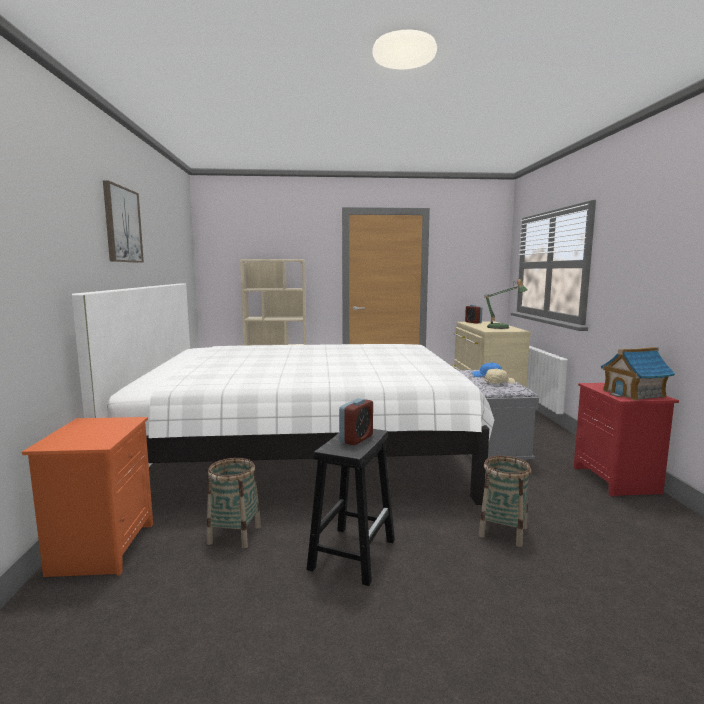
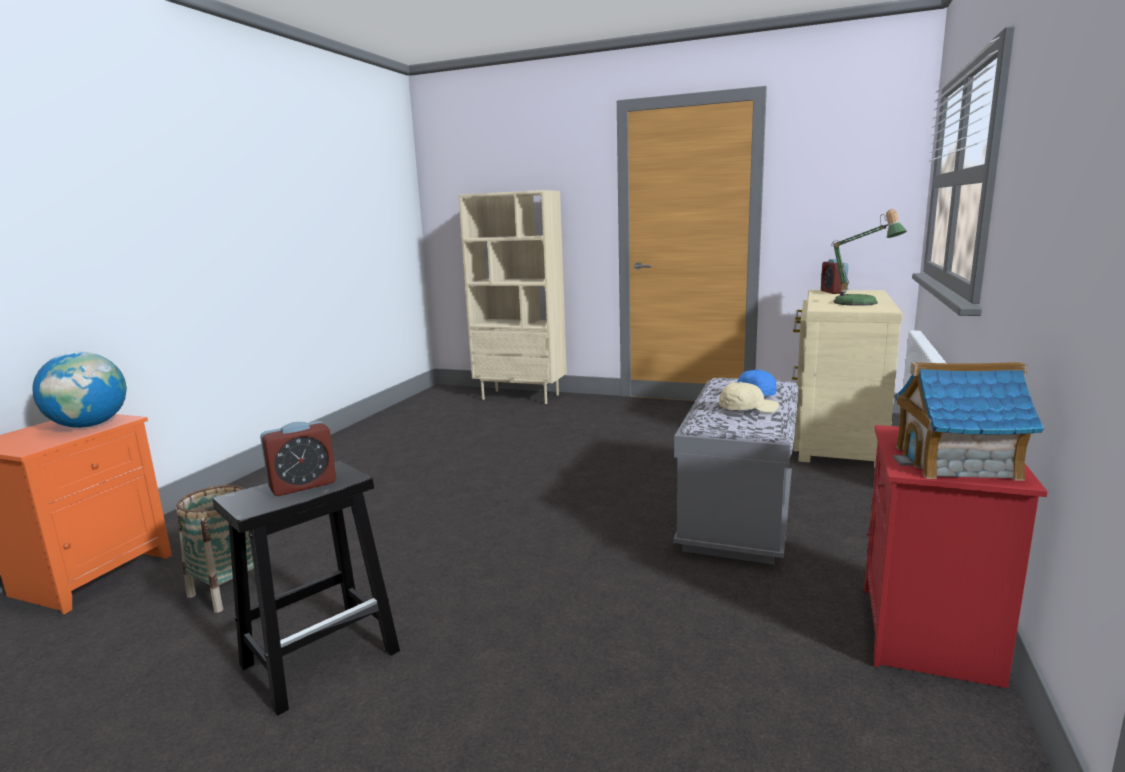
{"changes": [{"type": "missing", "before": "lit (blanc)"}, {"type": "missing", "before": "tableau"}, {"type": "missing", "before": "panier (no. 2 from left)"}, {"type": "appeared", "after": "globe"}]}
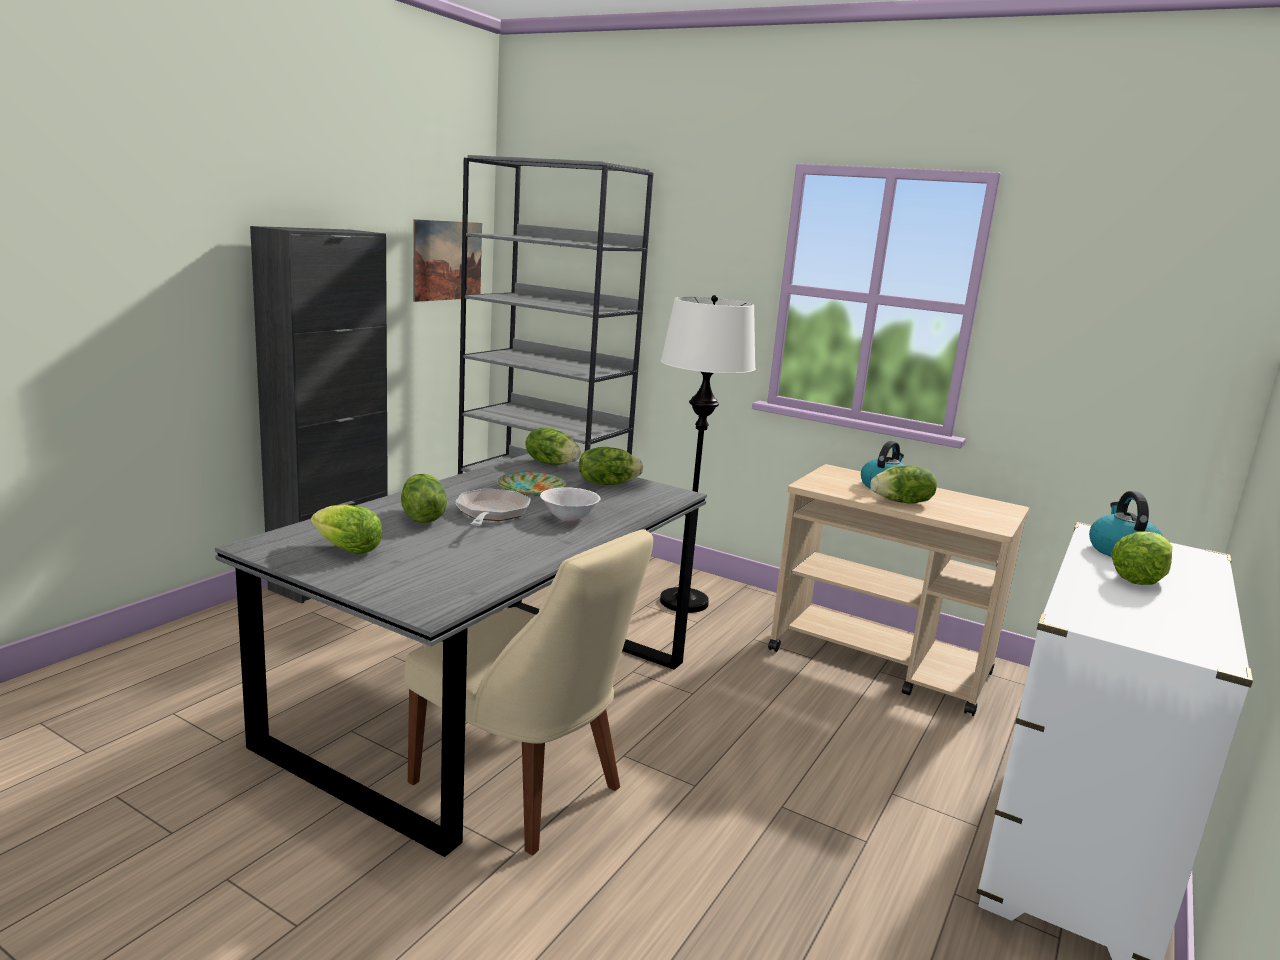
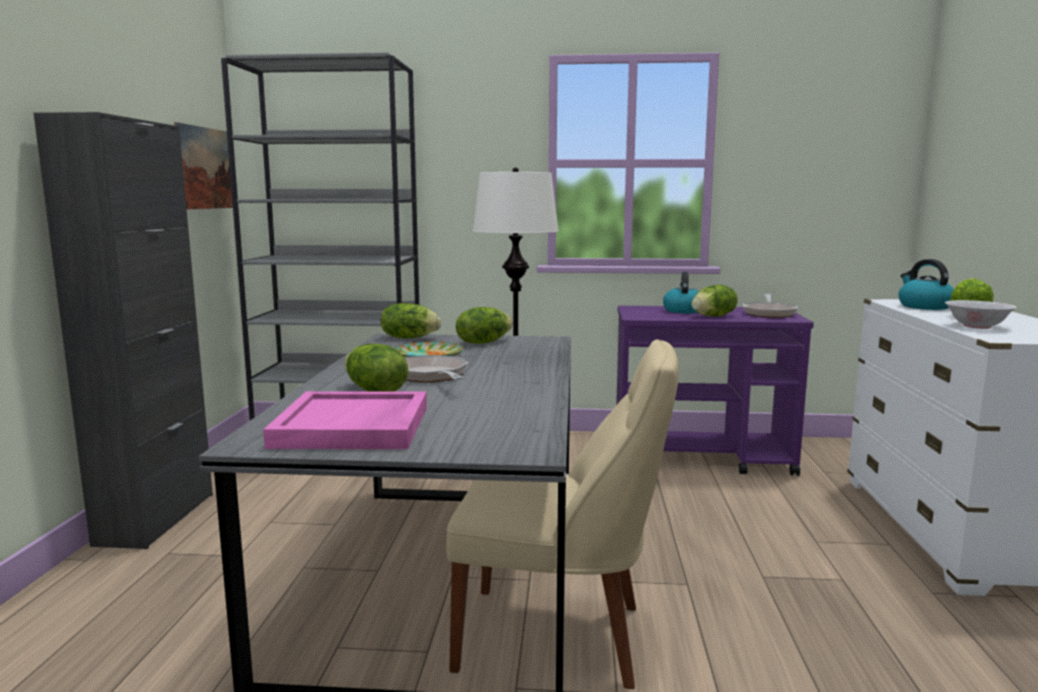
{"changes": [{"type": "appeared", "after": "poêle (no. 2 from left)"}, {"type": "relocated", "before": "bol (blanc)"}, {"type": "exchanged", "before": "laitue (no. 1 from left)", "after": "plateau (rose)"}, {"type": "colour", "before": "chariot (beige)", "after": "chariot (violet)"}]}
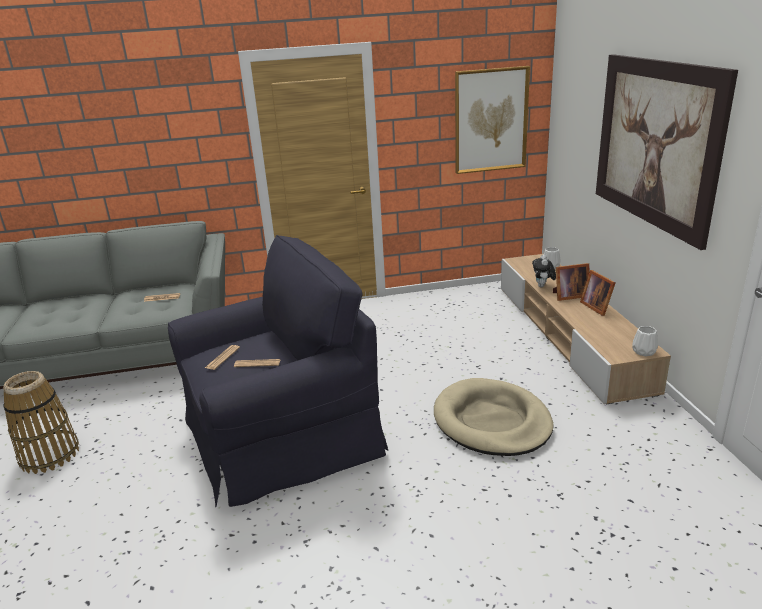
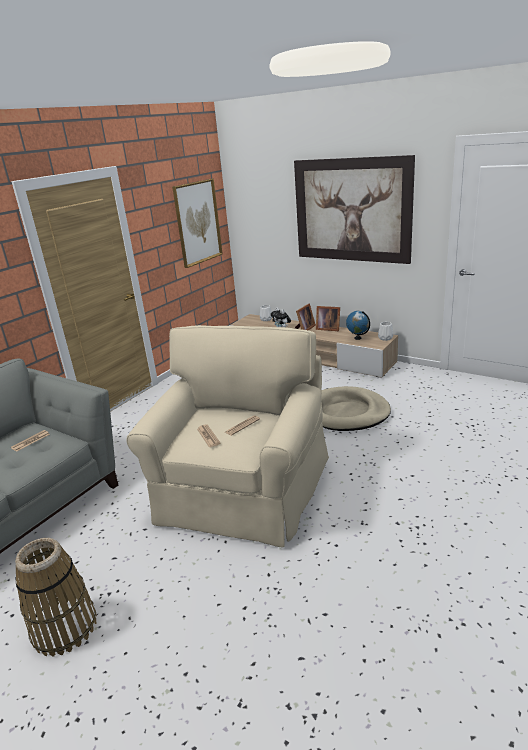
{"changes": [{"type": "appeared", "after": "globe"}, {"type": "colour", "before": "fauteuil (noir)", "after": "fauteuil (beige)"}]}
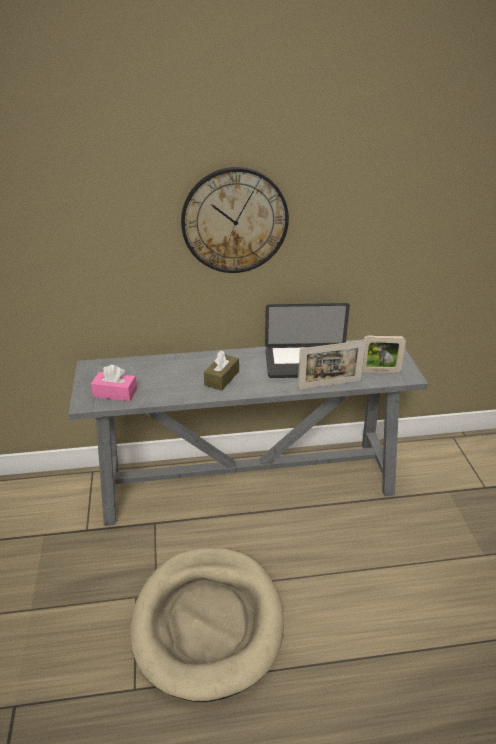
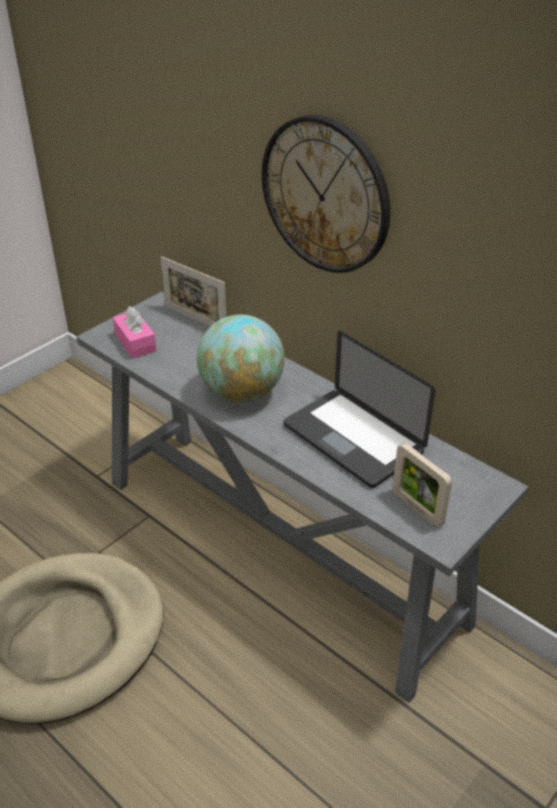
{"changes": [{"type": "relocated", "before": "cadre photo (no. 1 from left)"}, {"type": "exchanged", "before": "boîte à mouchoirs (marron)", "after": "globe"}]}
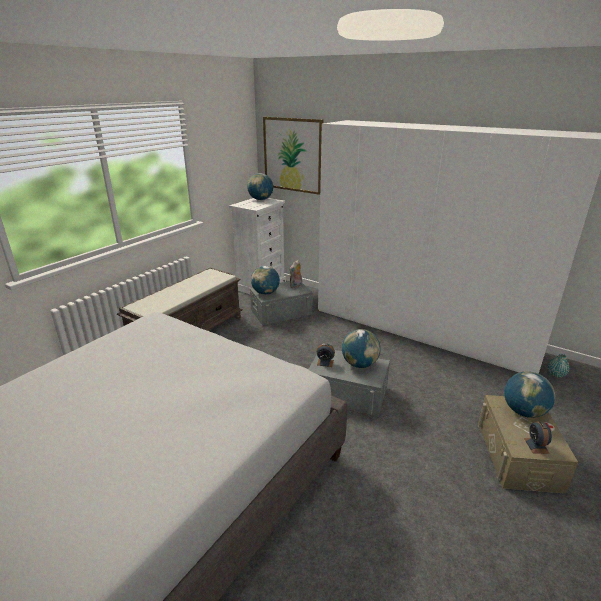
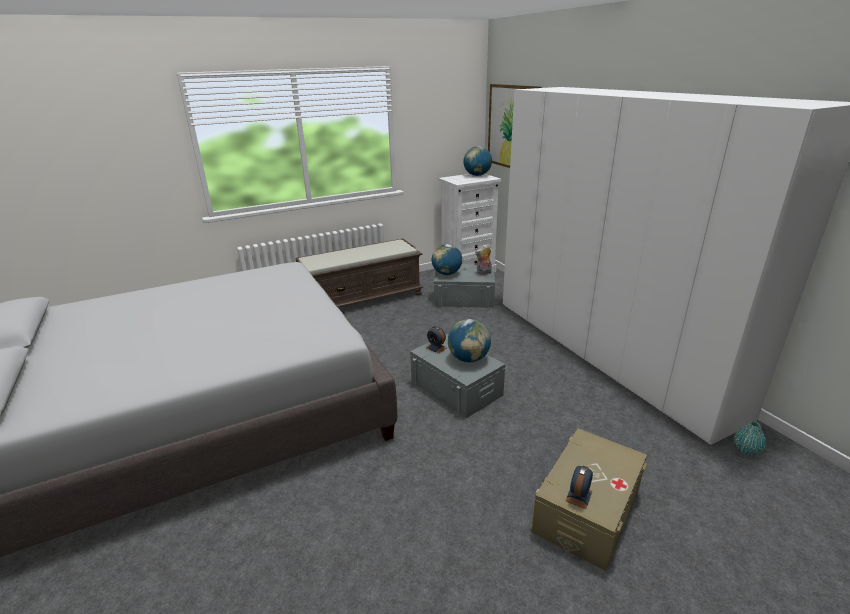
{"changes": [{"type": "missing", "before": "globe (no. 4 from left)"}]}
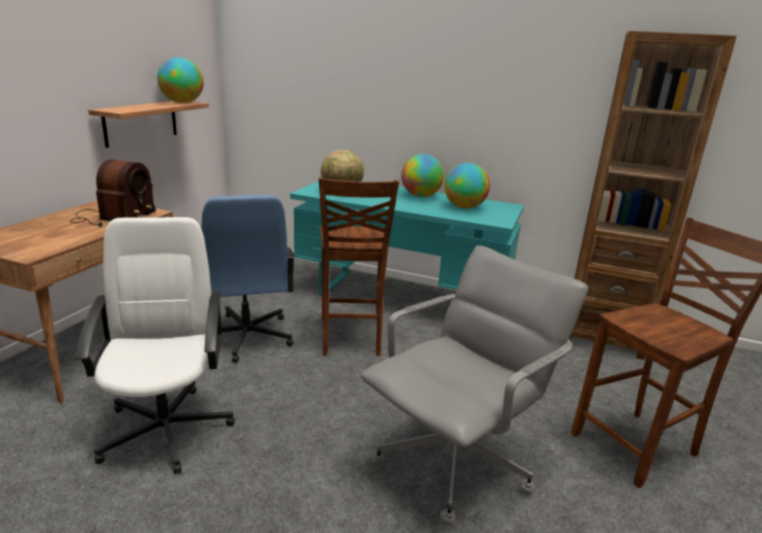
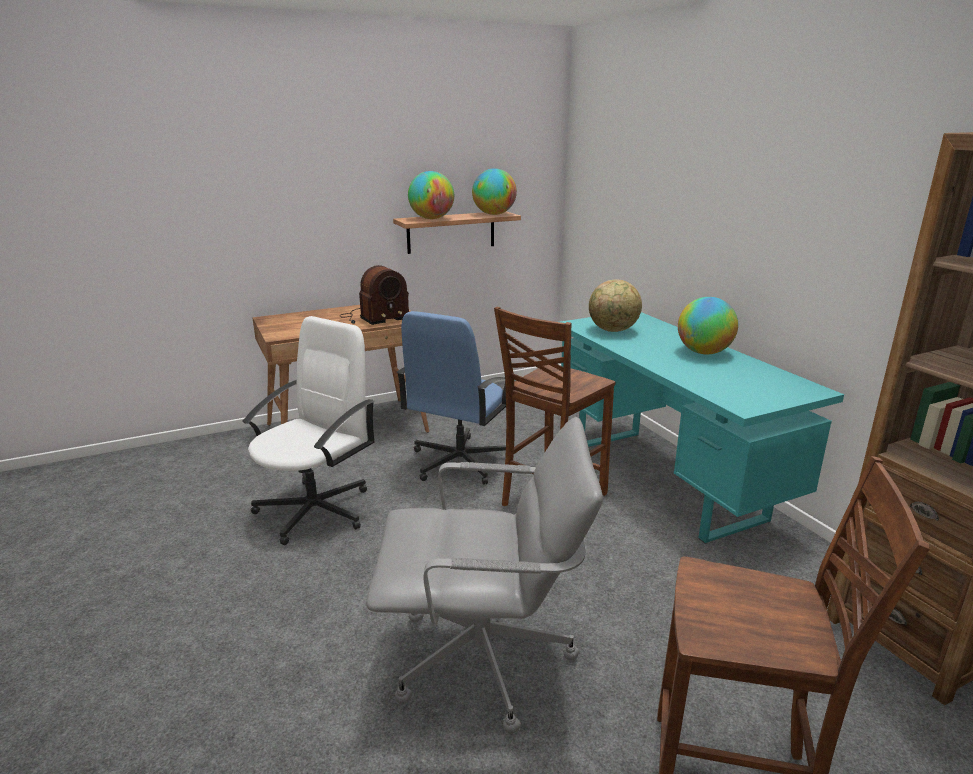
{"changes": [{"type": "relocated", "before": "globe (no. 4 from left in the first image)", "after": "globe (no. 1 from left)"}]}
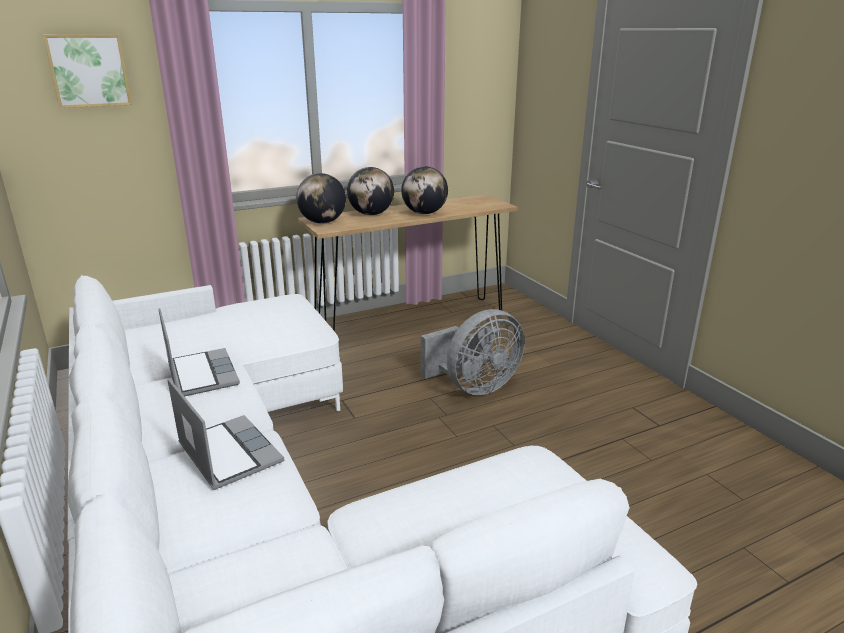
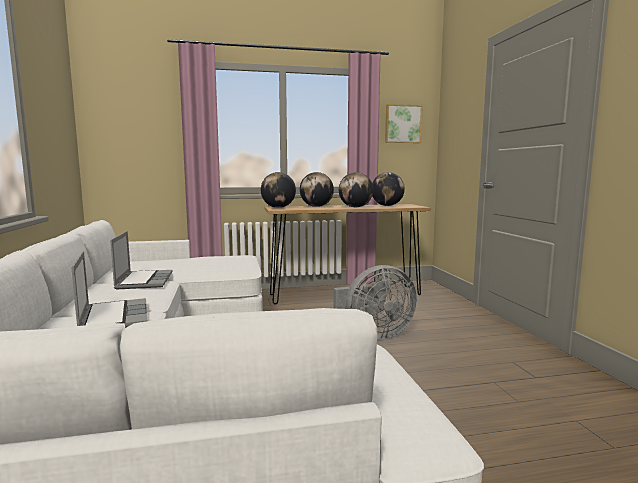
{"changes": [{"type": "appeared", "after": "globe (no. 4 from left)"}, {"type": "relocated", "before": "tableau"}]}
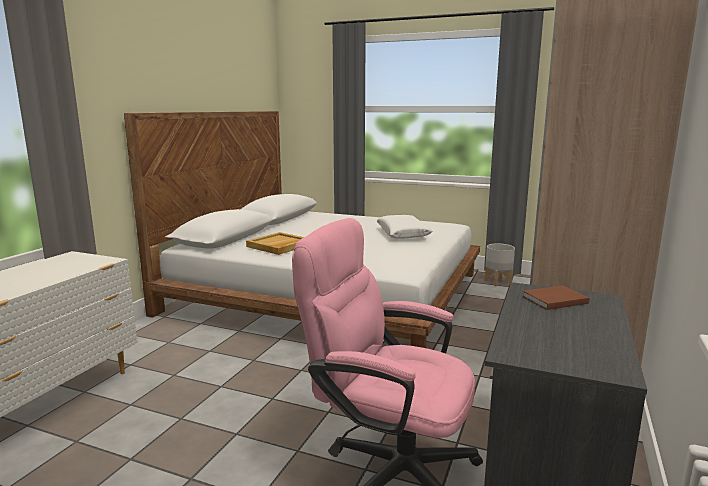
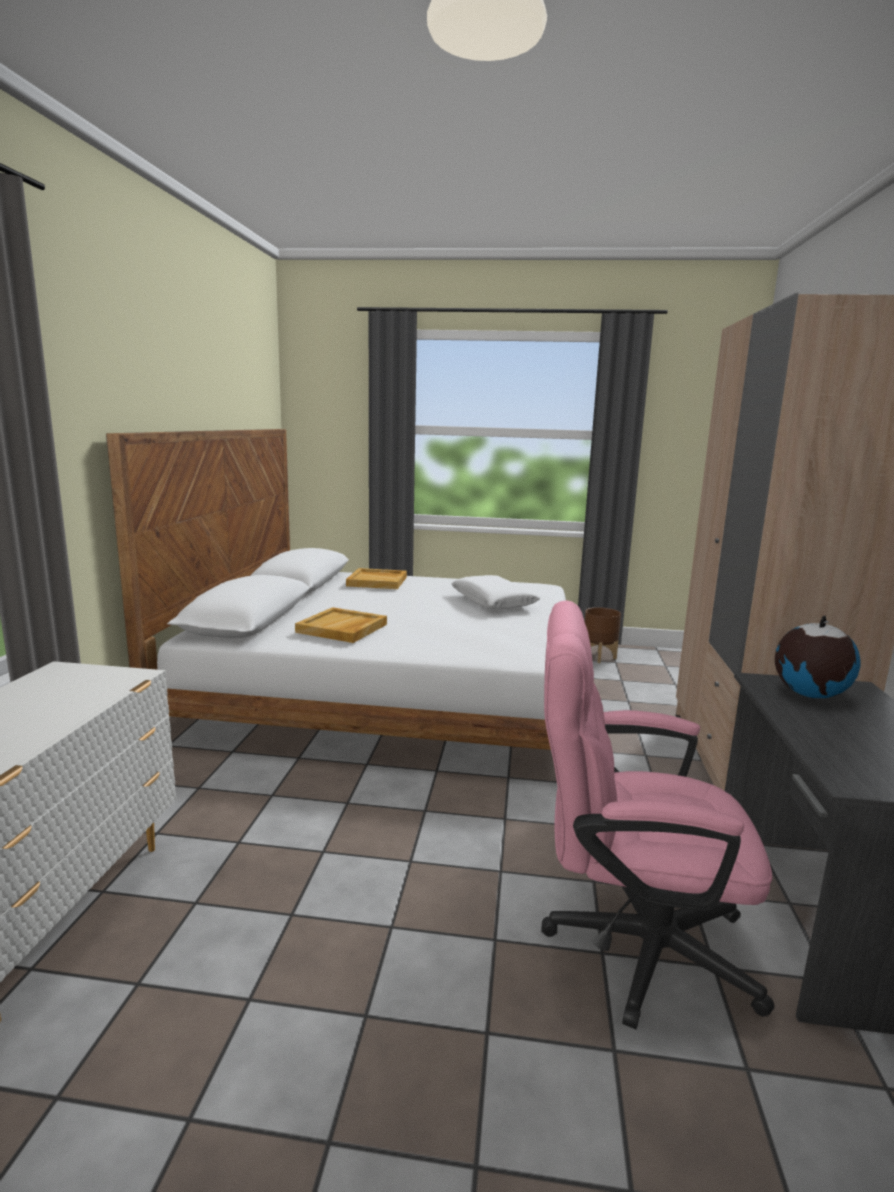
{"changes": [{"type": "appeared", "after": "plateau (beige) (no. 2 from left)"}, {"type": "exchanged", "before": "livre (marron)", "after": "globe"}, {"type": "colour", "before": "cache-pot (gris)", "after": "cache-pot (marron)"}]}
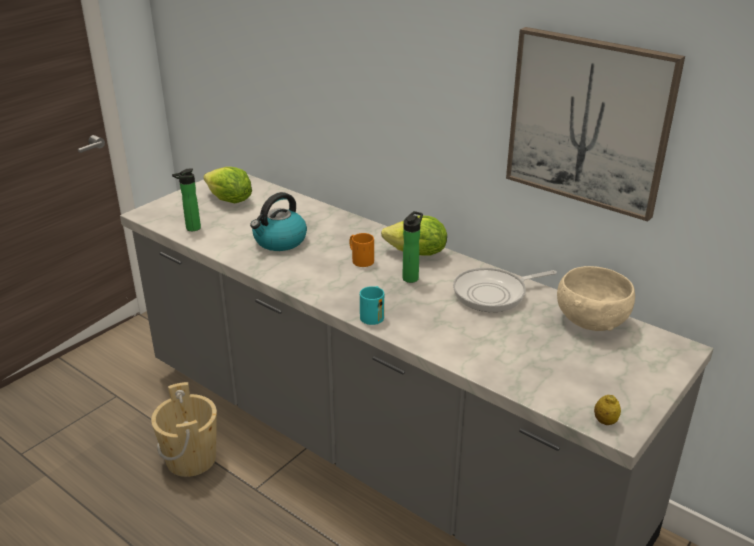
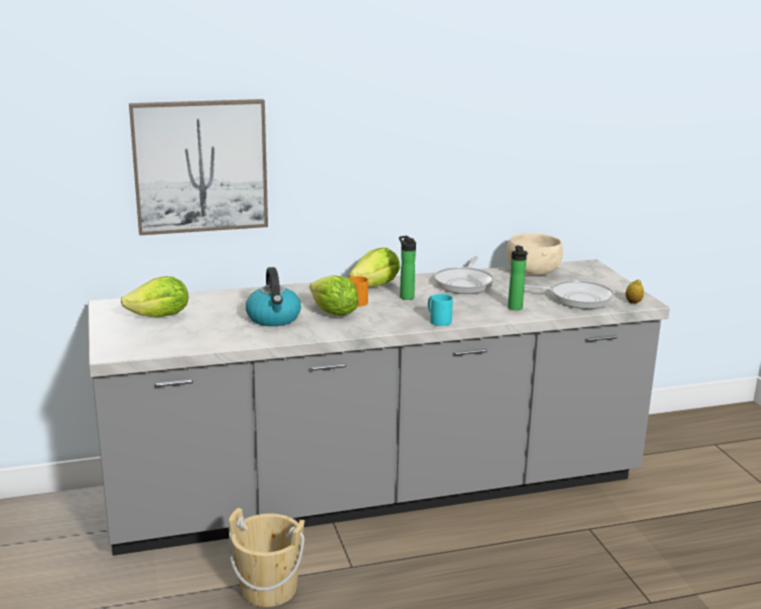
{"changes": [{"type": "appeared", "after": "laitue (no. 2 from left)"}, {"type": "appeared", "after": "poêle (no. 2 from left)"}, {"type": "relocated", "before": "bouteille (no. 1 from left in the first image)", "after": "bouteille (no. 2 from left)"}, {"type": "relocated", "before": "tableau"}]}
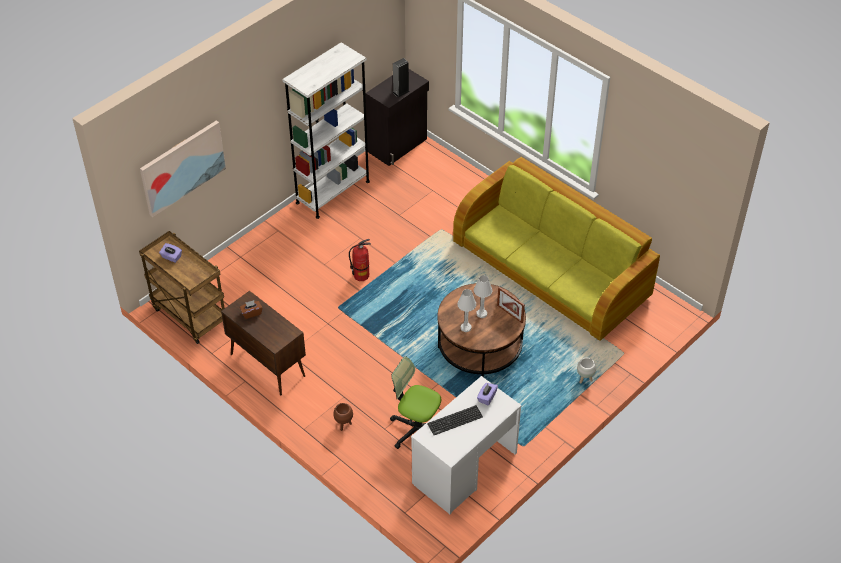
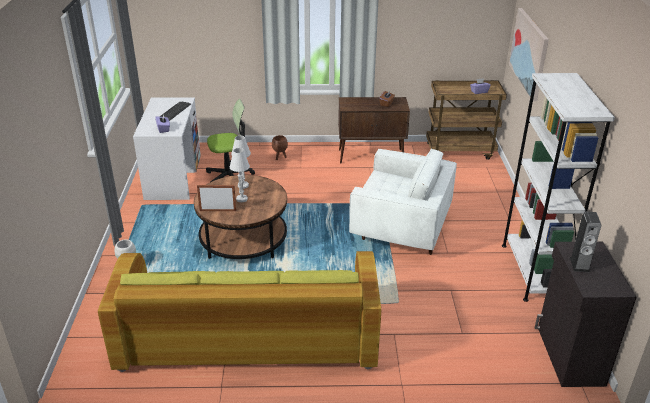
{"changes": [{"type": "exchanged", "before": "extincteur", "after": "fauteuil (blanc)"}]}
